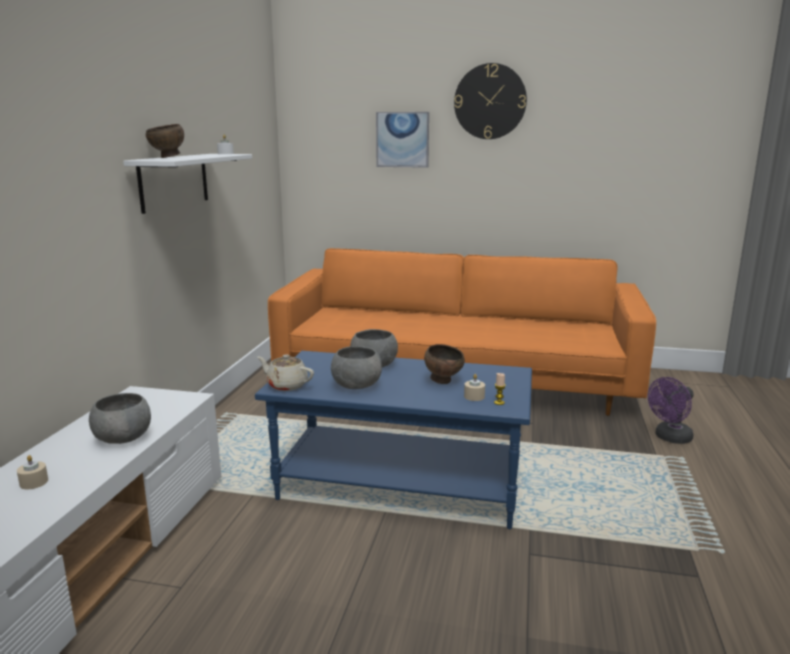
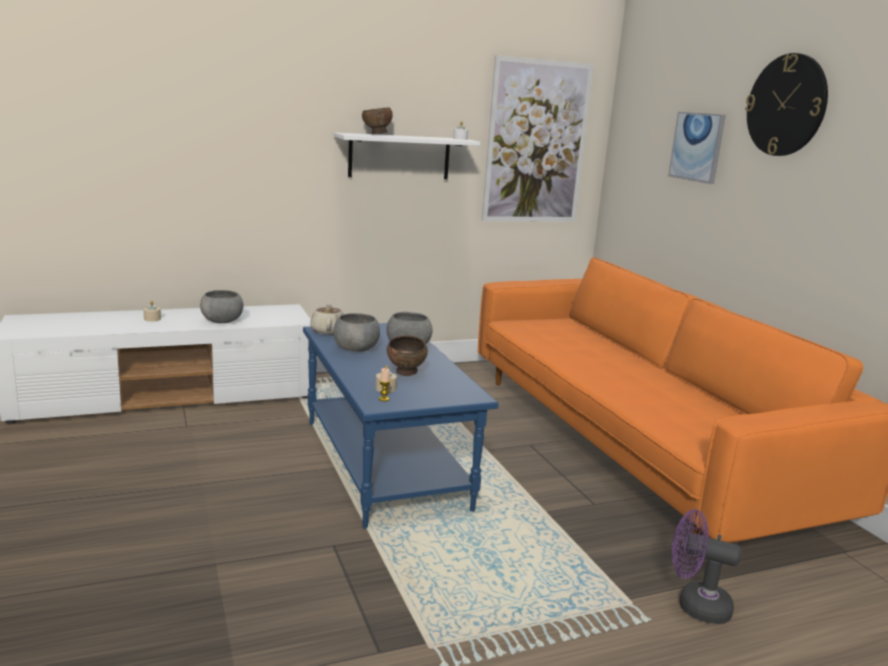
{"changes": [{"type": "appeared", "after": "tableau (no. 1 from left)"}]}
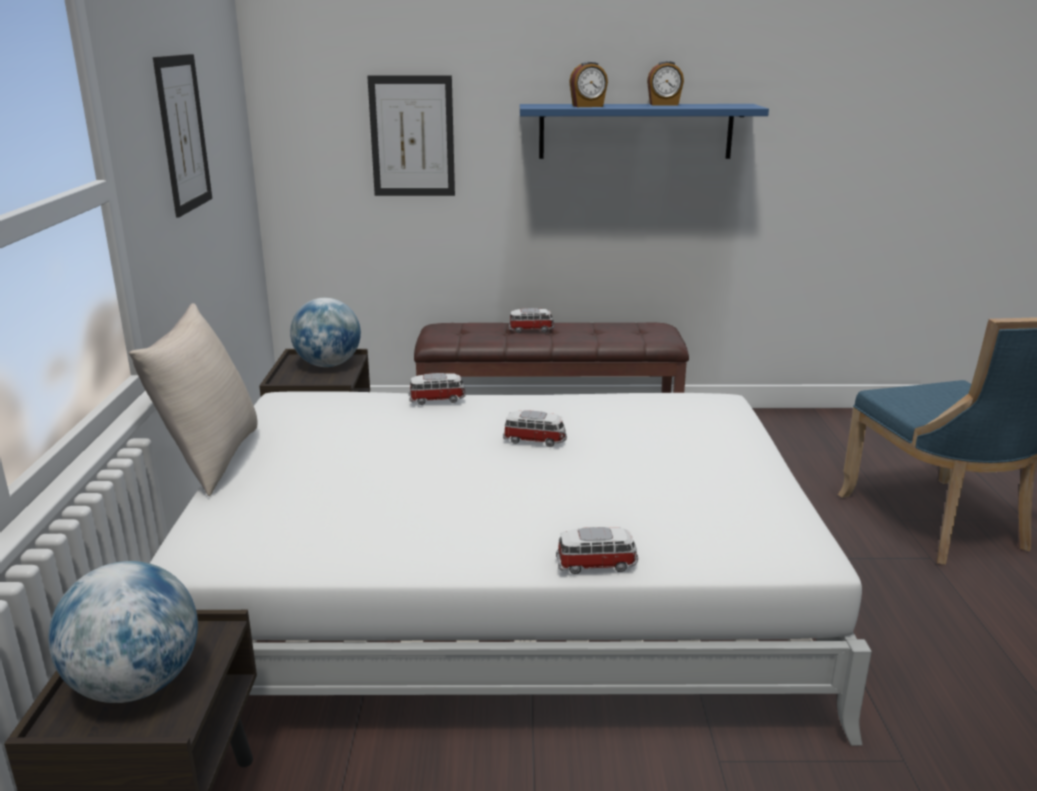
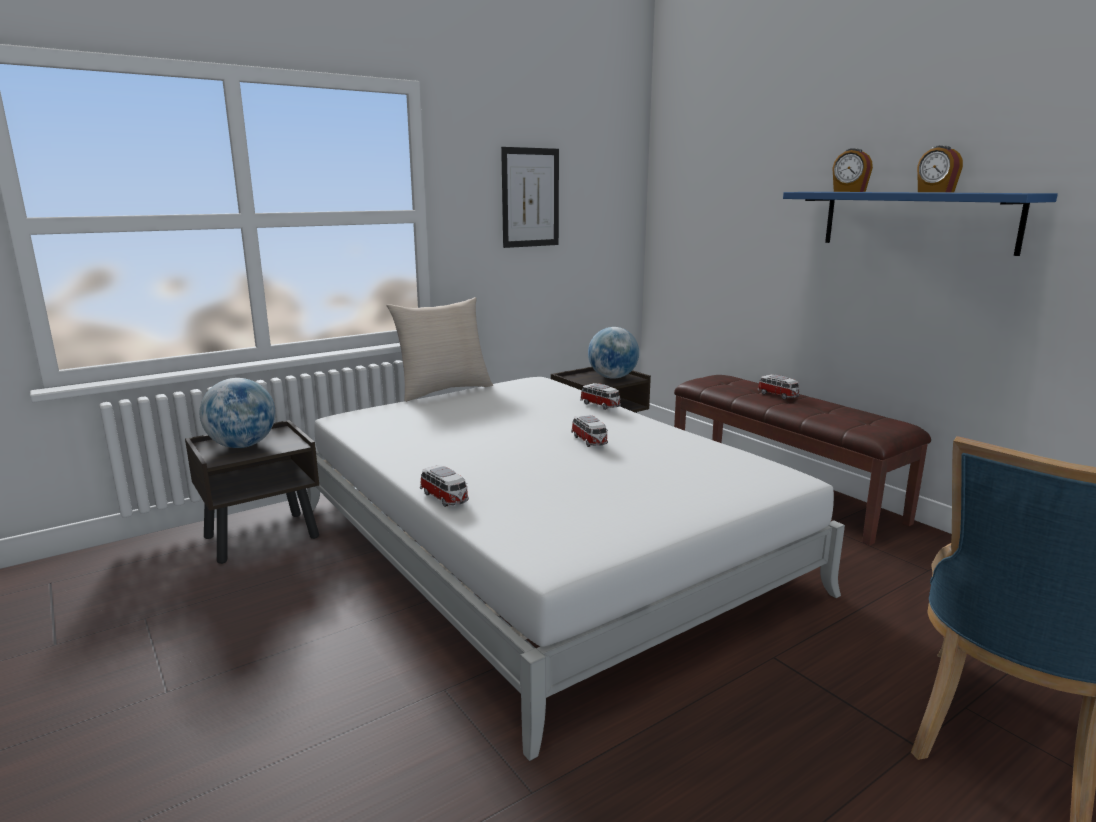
{"changes": [{"type": "missing", "before": "tableau (no. 2 from left)"}]}
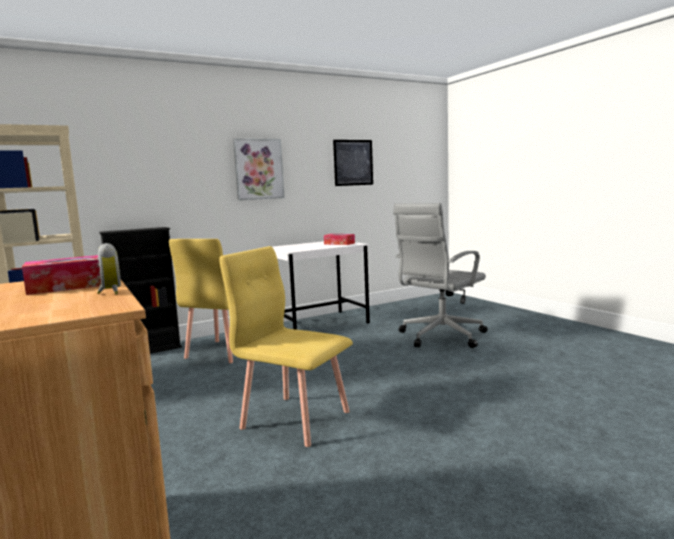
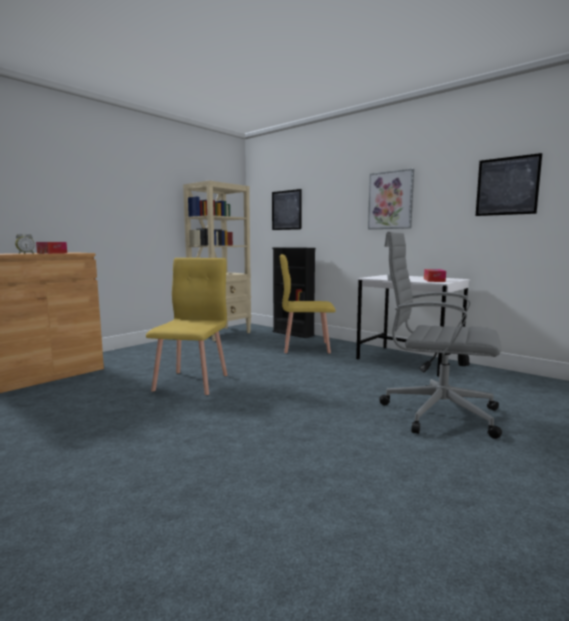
{"changes": [{"type": "appeared", "after": "tableau (no. 1 from left)"}]}
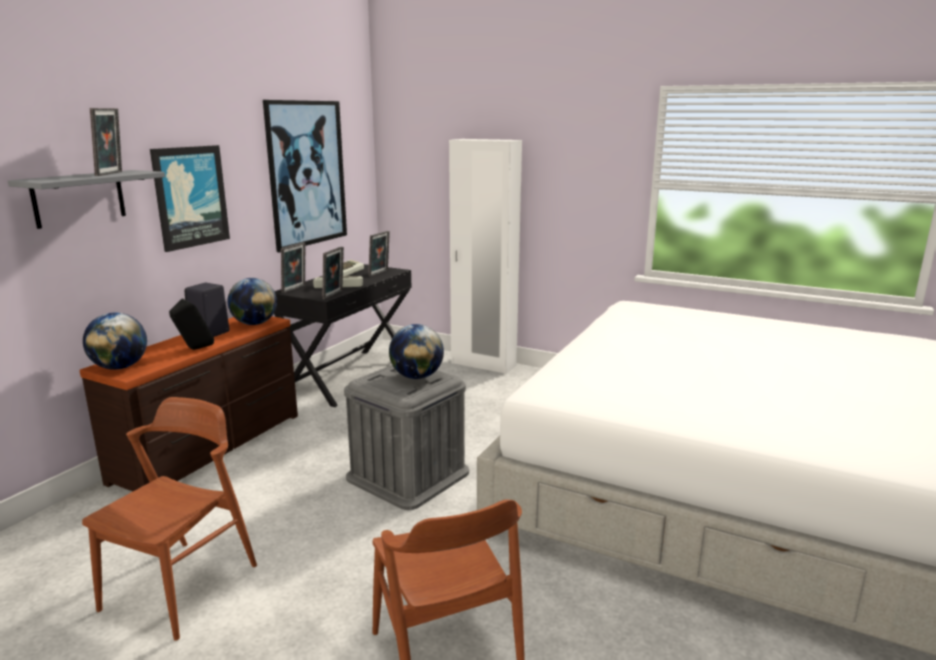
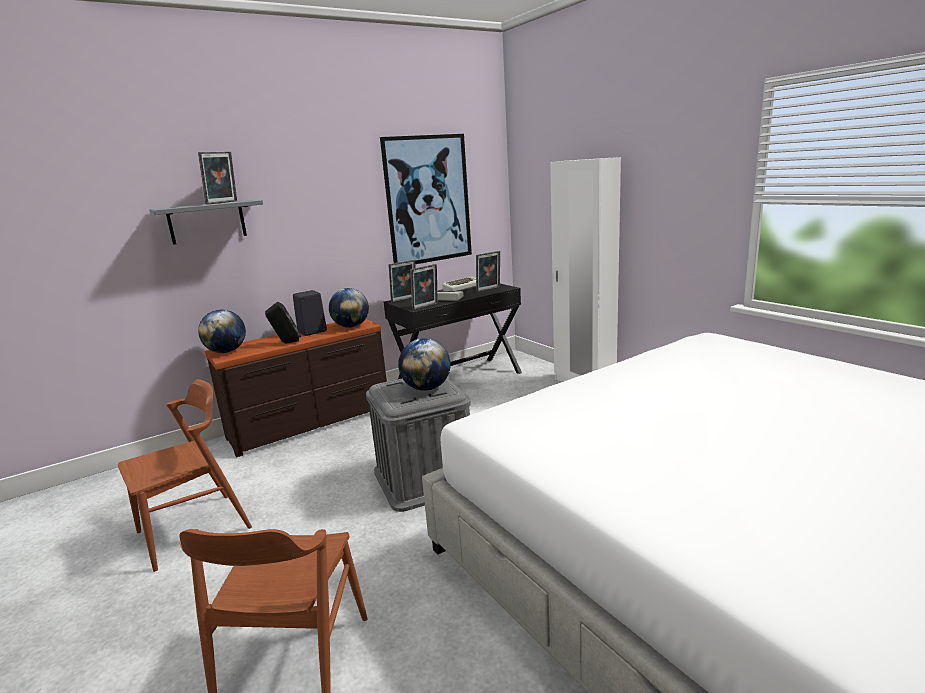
{"changes": [{"type": "missing", "before": "tableau (no. 1 from left)"}]}
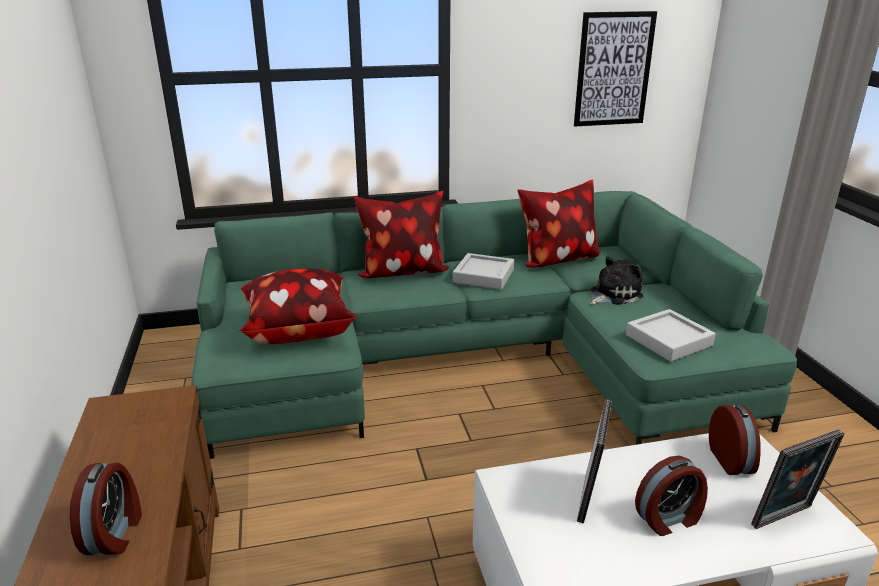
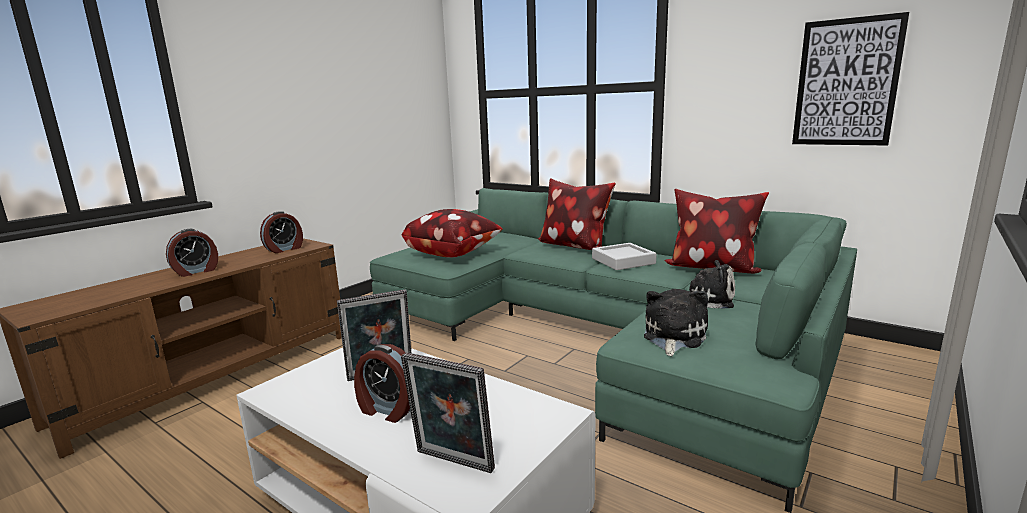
{"changes": [{"type": "relocated", "before": "réveil (no. 3 from left in the first image)", "after": "réveil (no. 2 from left)"}, {"type": "exchanged", "before": "plateau (gris) (no. 2 from left)", "after": "peluche (no. 1 from left)"}]}
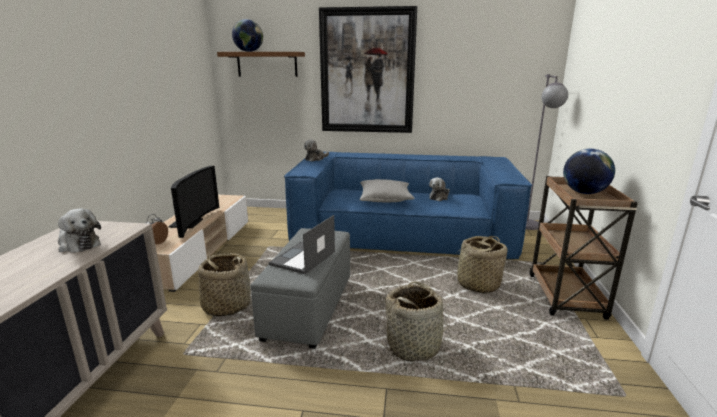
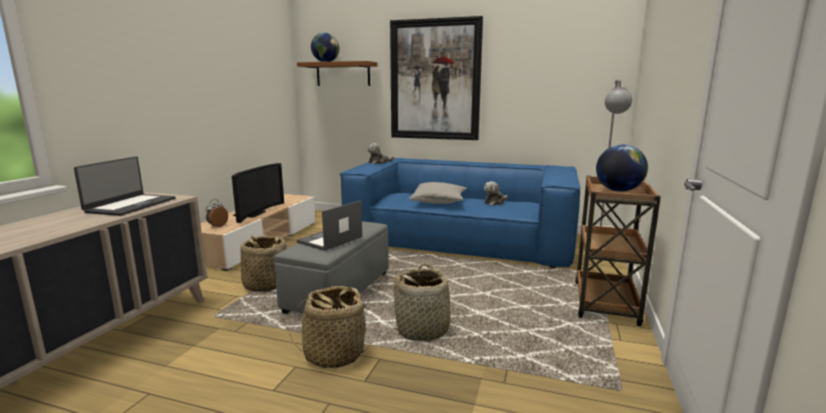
{"changes": [{"type": "relocated", "before": "panier (no. 3 from left in the first image)", "after": "panier (no. 2 from left)"}, {"type": "exchanged", "before": "peluche (no. 1 from left)", "after": "ordinateur portable (no. 1 from left)"}]}
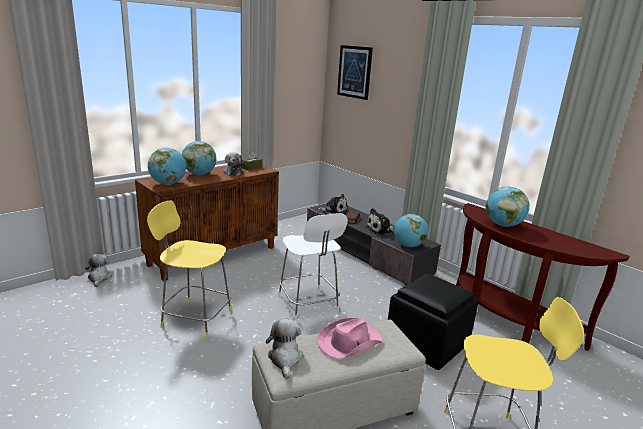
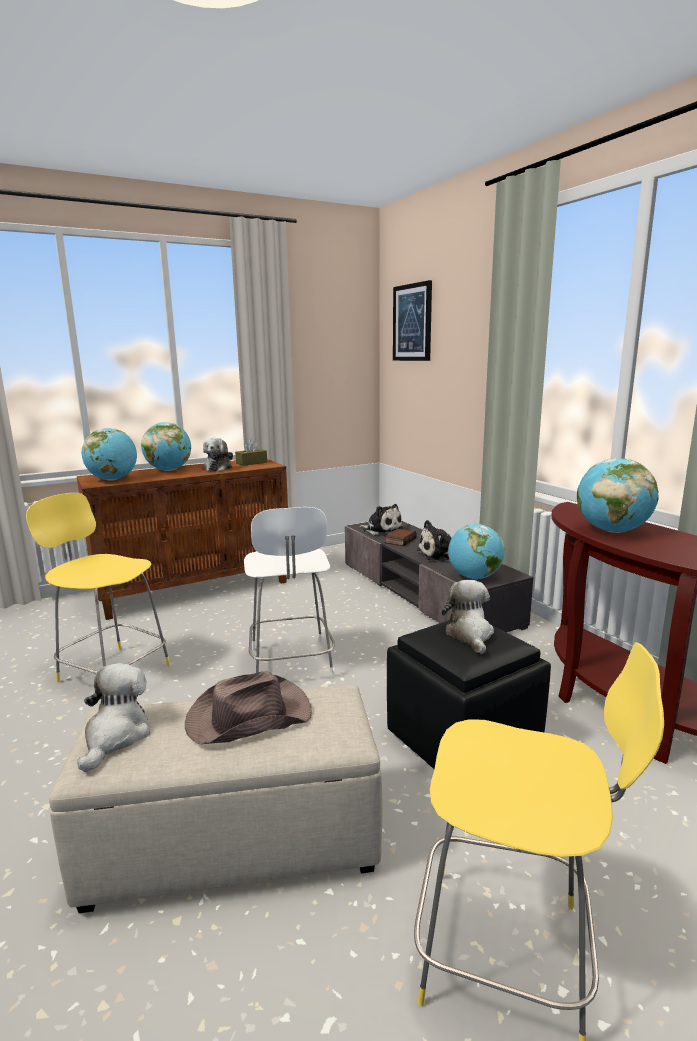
{"changes": [{"type": "relocated", "before": "peluche (no. 1 from left in the first image)", "after": "peluche (no. 5 from left)"}, {"type": "colour", "before": "chapeau (rose)", "after": "chapeau (marron)"}]}
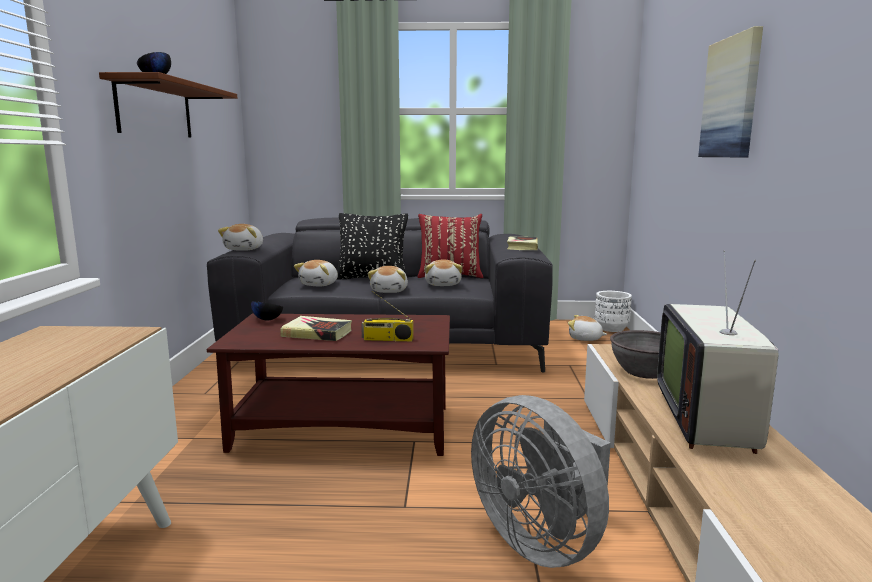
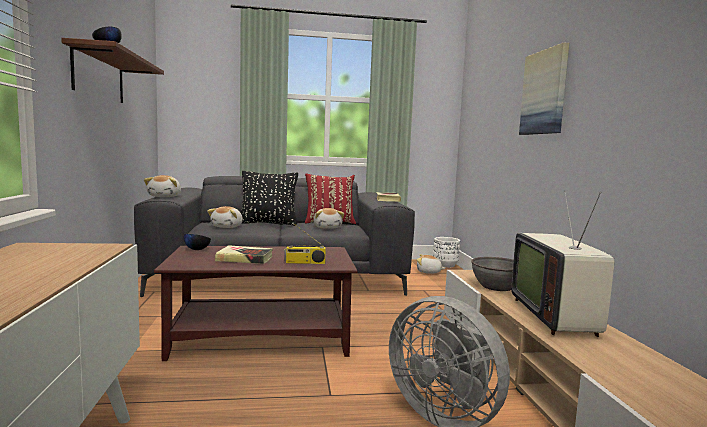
{"changes": [{"type": "missing", "before": "peluche (no. 3 from left)"}]}
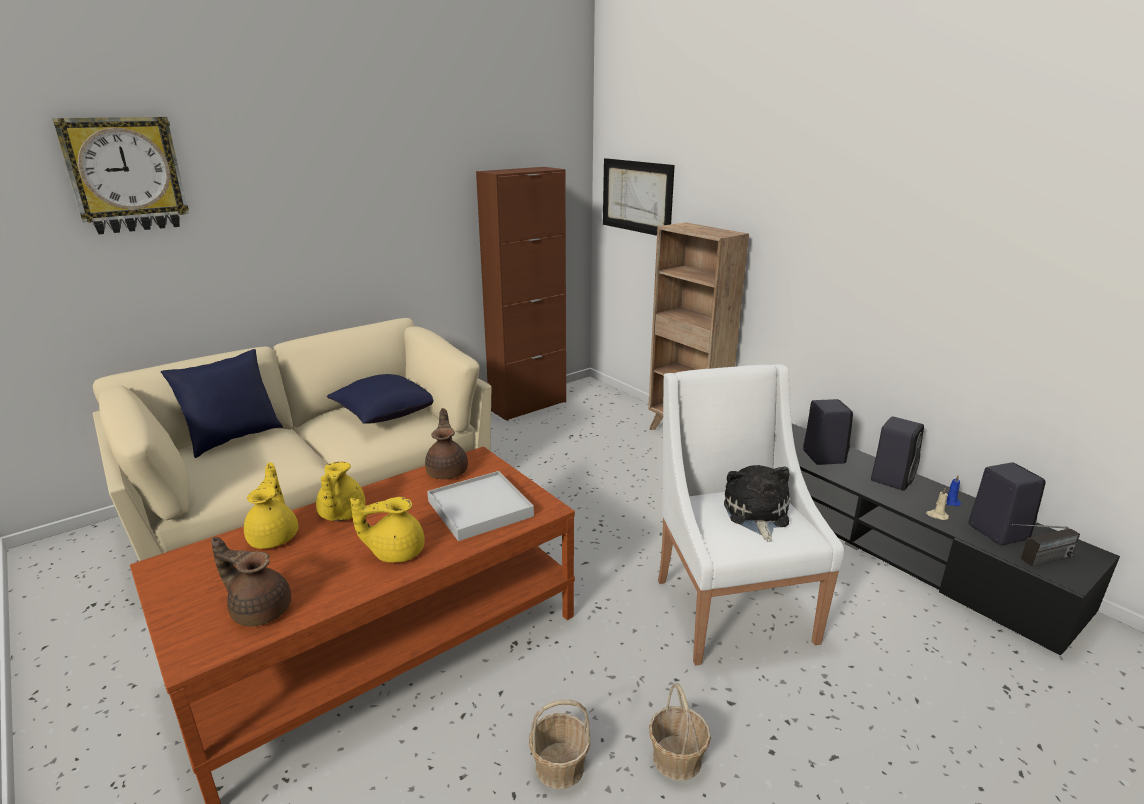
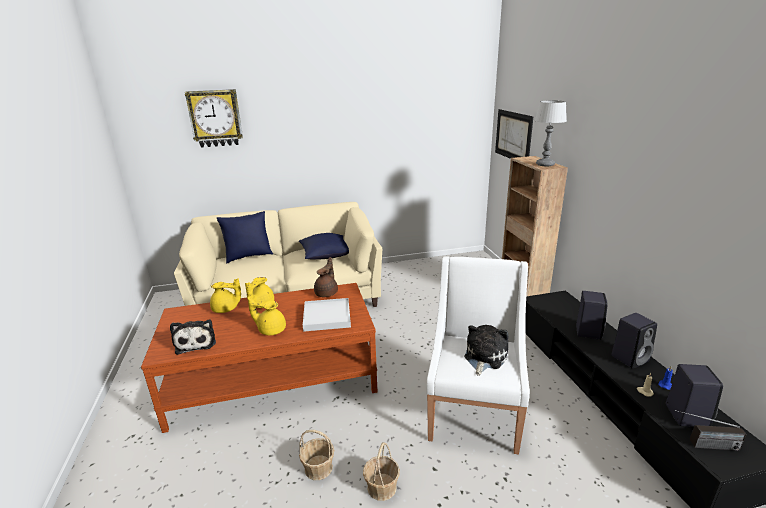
{"changes": [{"type": "missing", "before": "meuble de rangement (marron)"}, {"type": "appeared", "after": "lampe de table"}, {"type": "exchanged", "before": "théière (marron) (no. 1 from left)", "after": "peluche (no. 1 from left)"}, {"type": "spun", "before": "théière (jaune) (no. 1 from left)", "turn": 75}]}
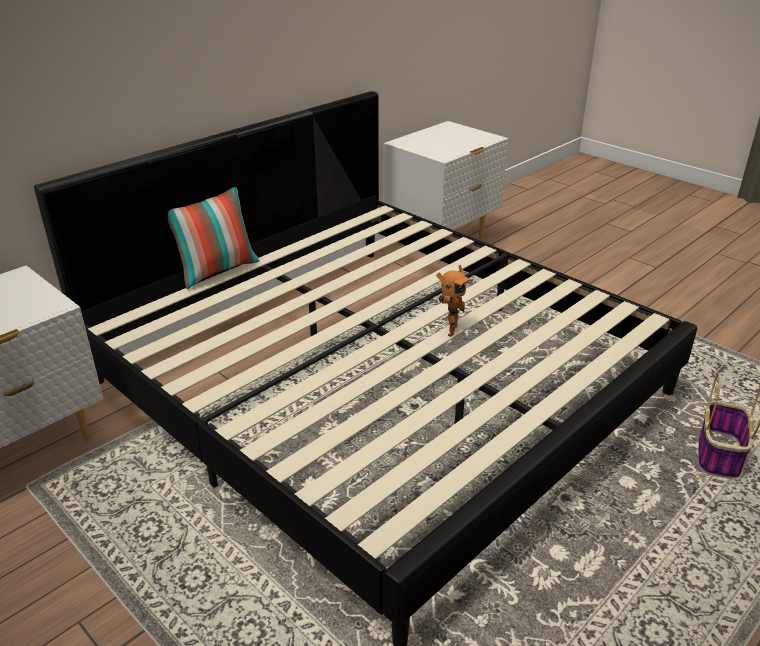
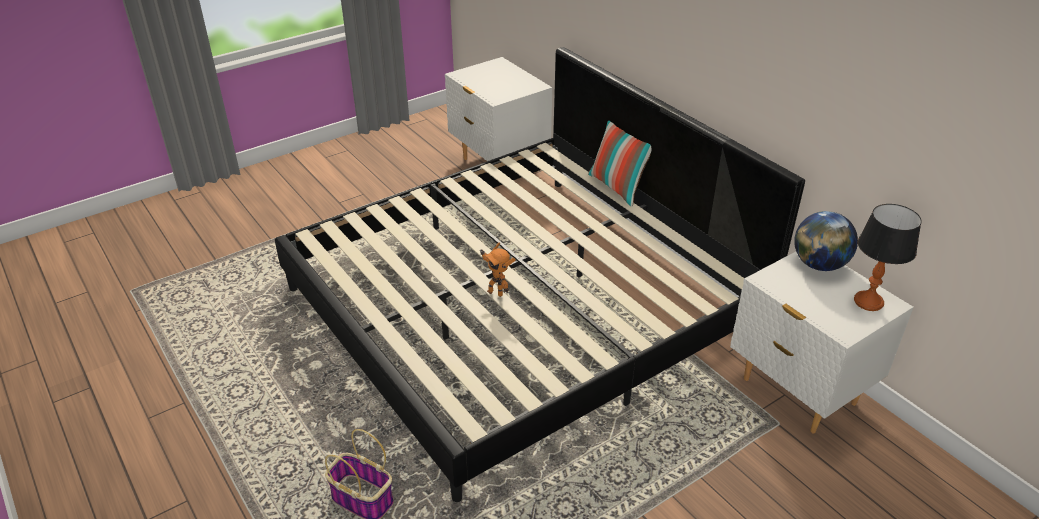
{"changes": [{"type": "appeared", "after": "globe"}, {"type": "appeared", "after": "lampe de table"}]}
